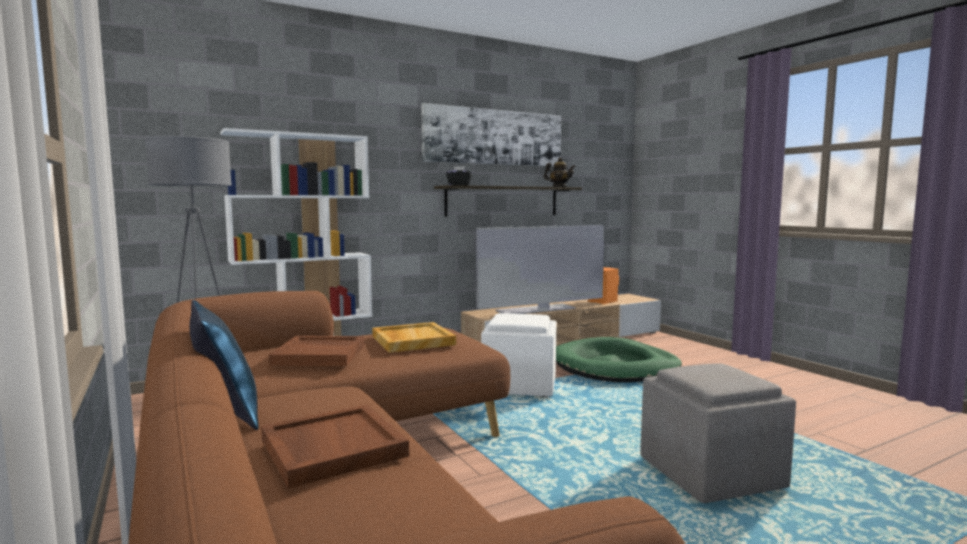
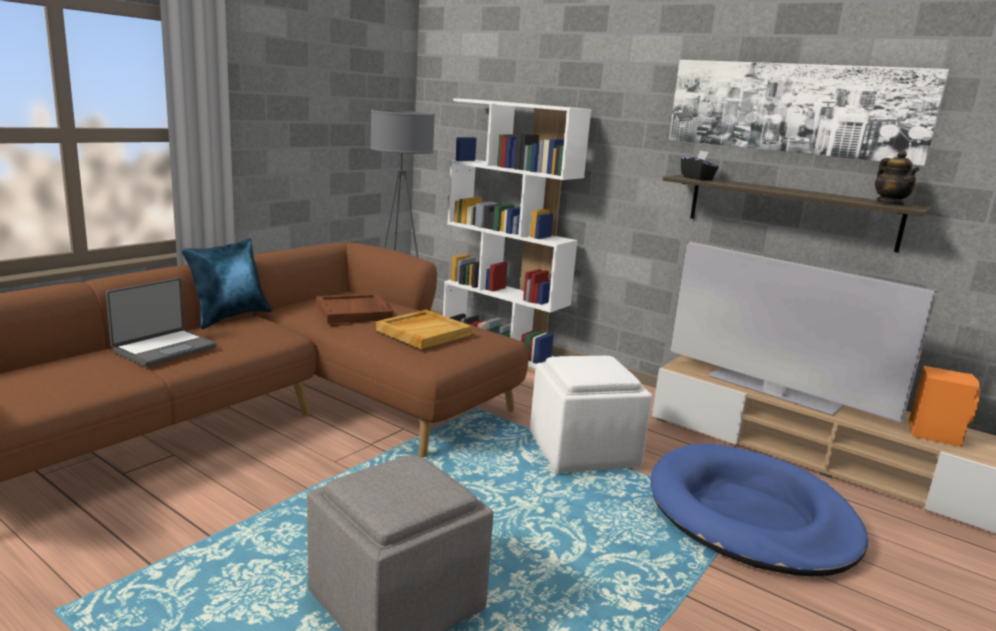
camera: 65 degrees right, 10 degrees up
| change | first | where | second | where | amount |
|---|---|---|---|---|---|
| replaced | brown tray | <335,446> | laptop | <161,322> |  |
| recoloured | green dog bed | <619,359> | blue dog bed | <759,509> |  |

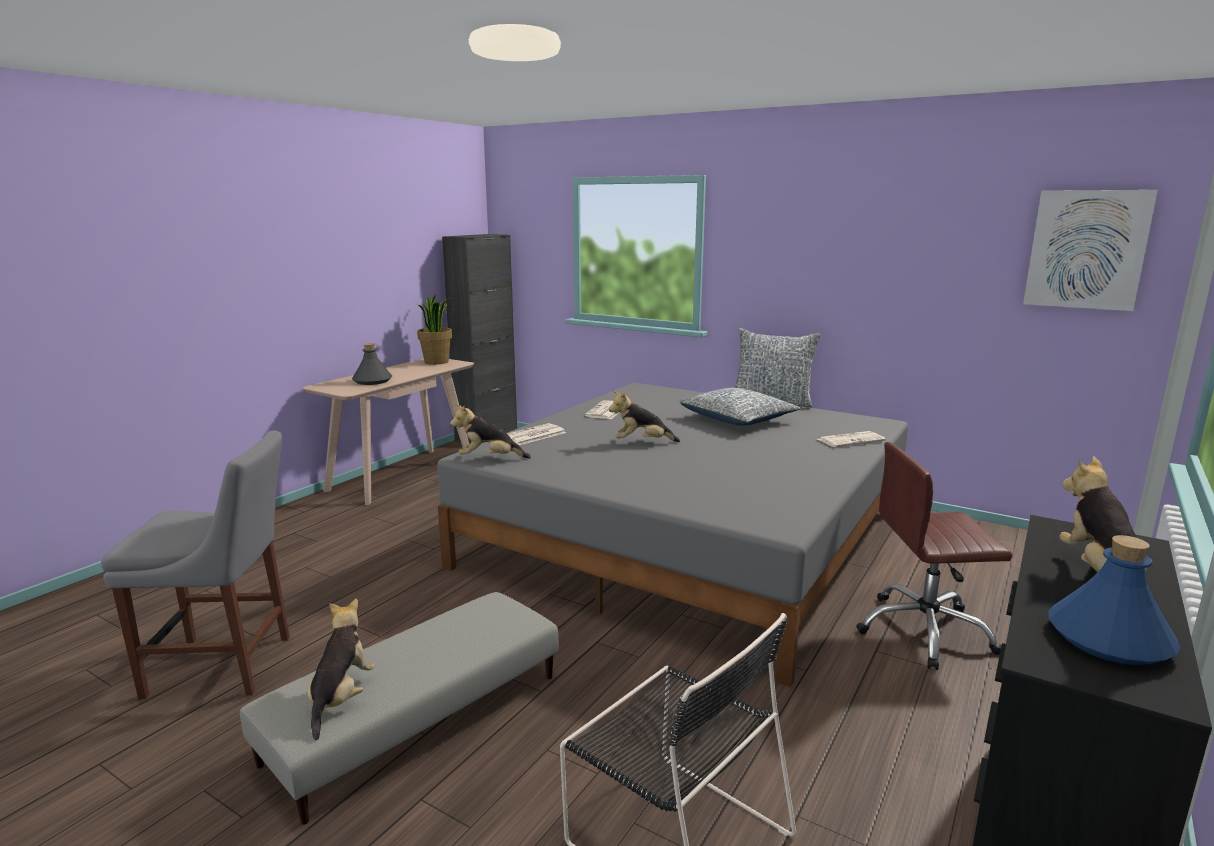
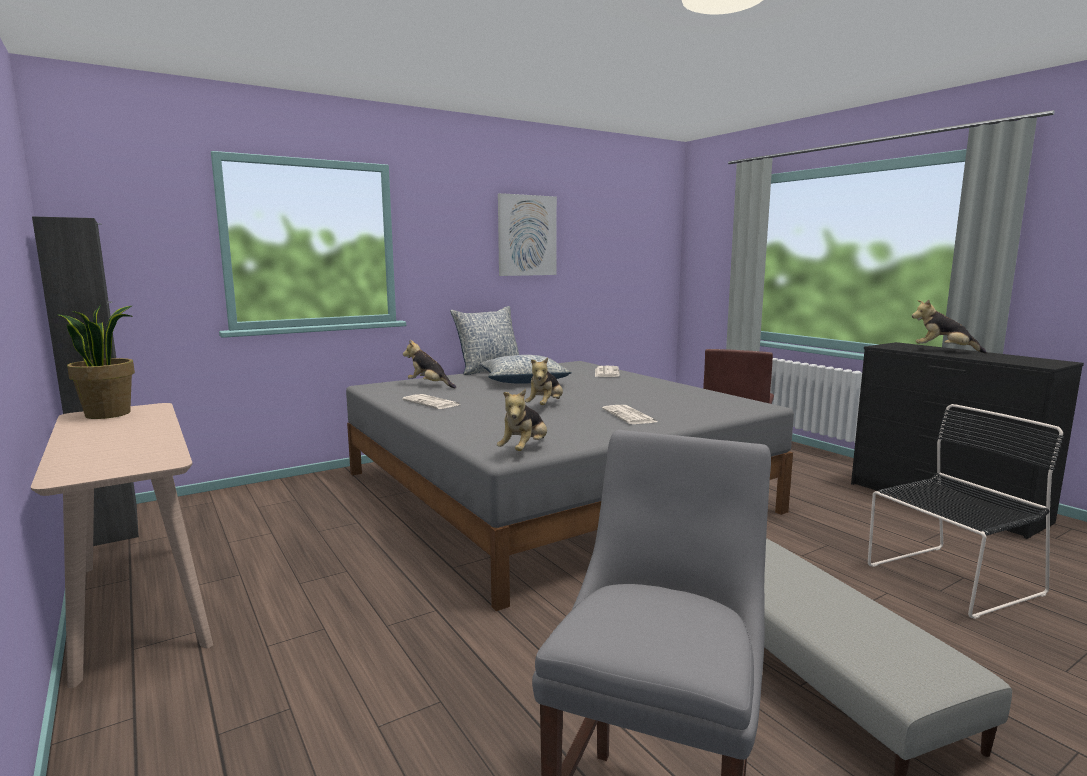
camera: 65 degrees left, 5 degrees down
| change | first | where | second | where | amount |
|---|---|---|---|---|---|
| removed | grey bottle | <372,364> |  |  |  |
| removed | blue bottle | <1114,600> |  |  |  |
| moved | plush toy | <341,669> |  | <429,364> |  |
| moved | newspaper | <536,434> |  | <629,414> |  |
| moved | picture | <1090,250> |  | <527,234> |  |

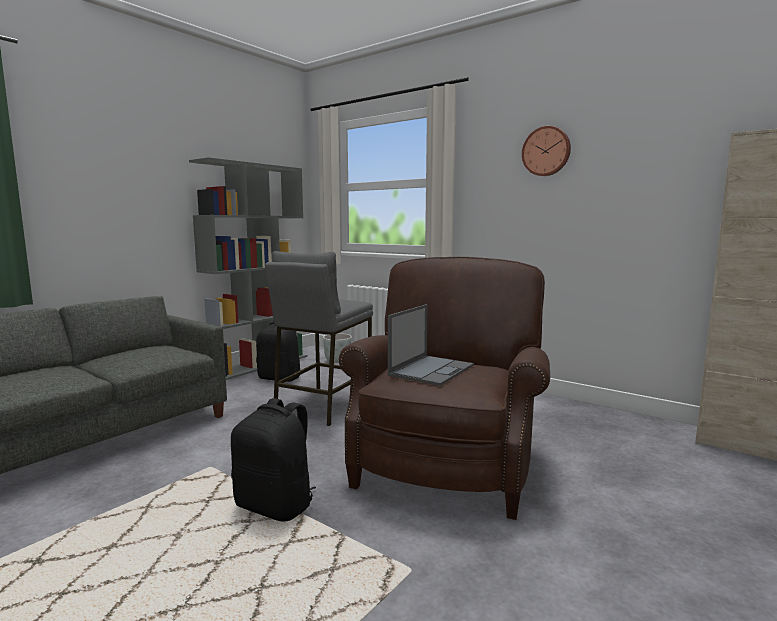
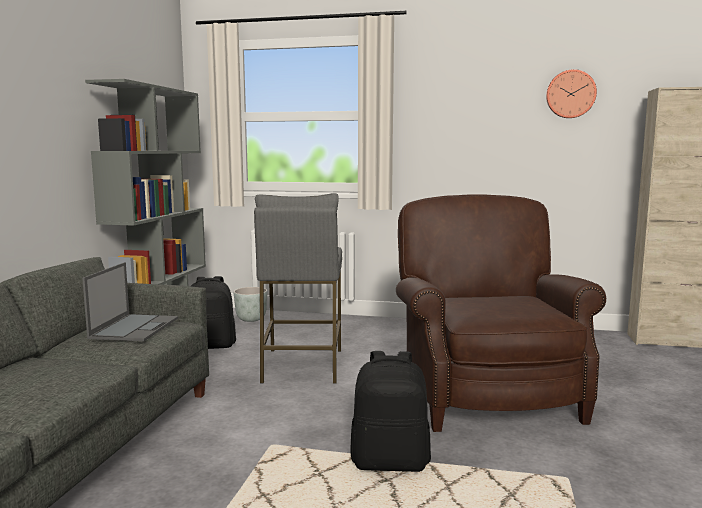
camera: 25 degrees left, 0 degrees up
| change | first | where | second | where | amount |
|---|---|---|---|---|---|
| moved | laptop | <431,345> |  | <130,301> |  |
| moved | wall clock | <546,151> |  | <571,93> |  |

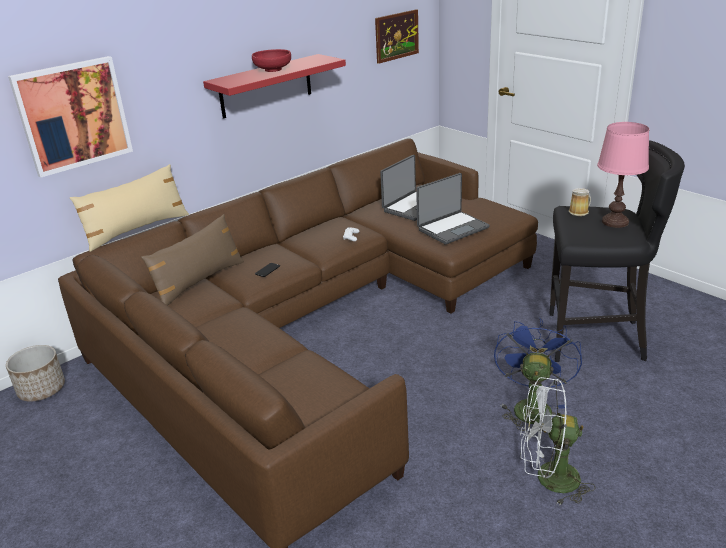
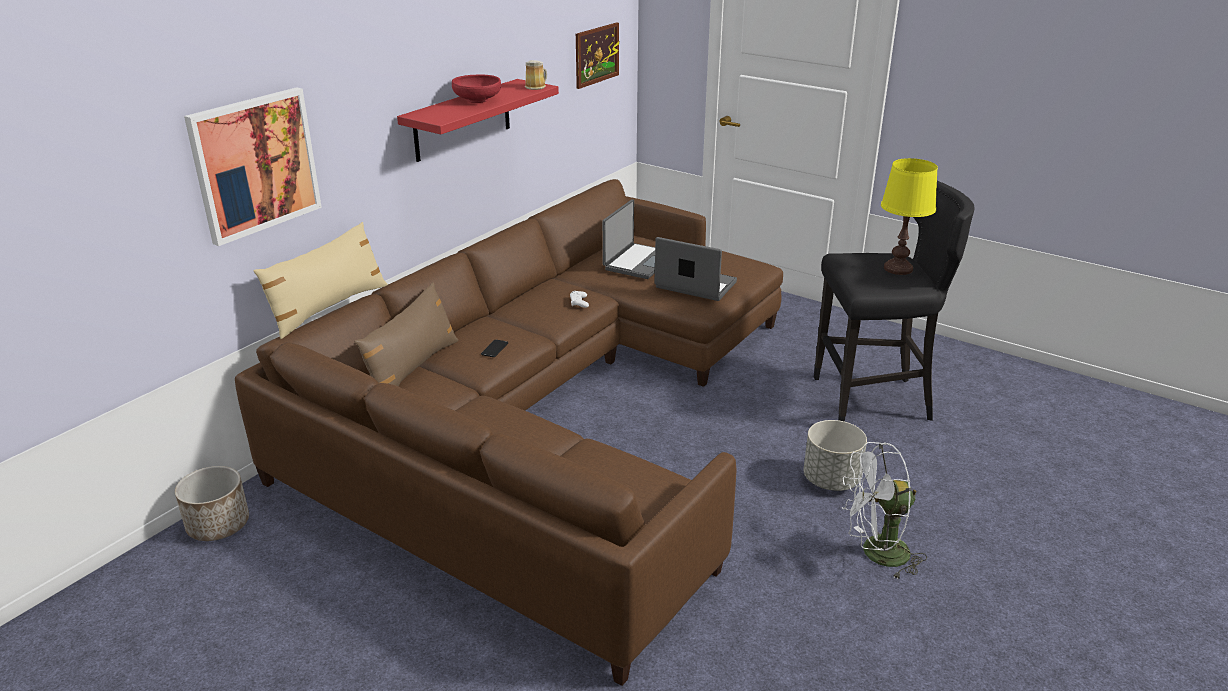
camera: 15 degrees left, 0 degrees up
| change | first | where | second | where | amount |
|---|---|---|---|---|---|
| moved | mug | <580,202> |  | <536,75> |  |
| replaced | blue fan | <538,374> | grey planter | <835,455> |  |
| recoloured | pink table lamp | <623,175> | yellow table lamp | <909,216> |  |
| turned | laptop | <453,209> |  | <695,269> | 105 degrees counterclockwise |

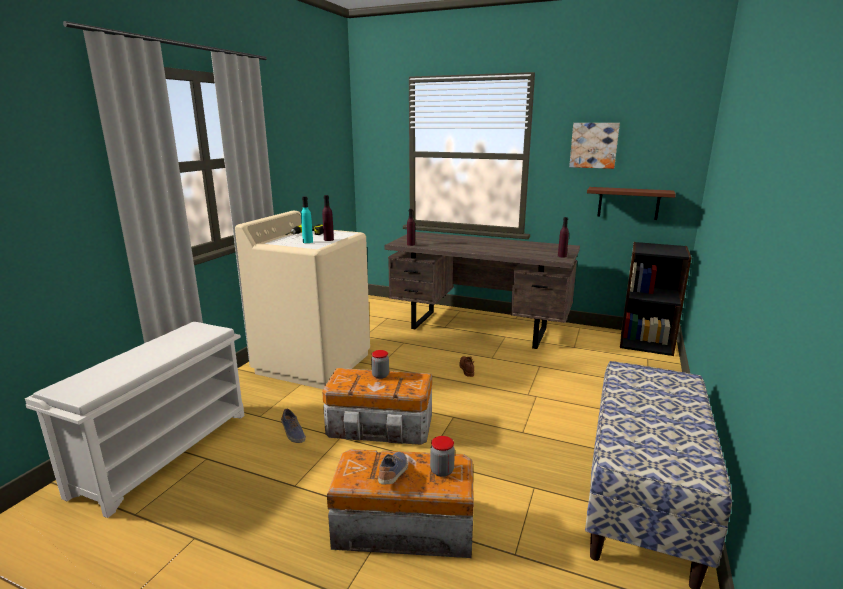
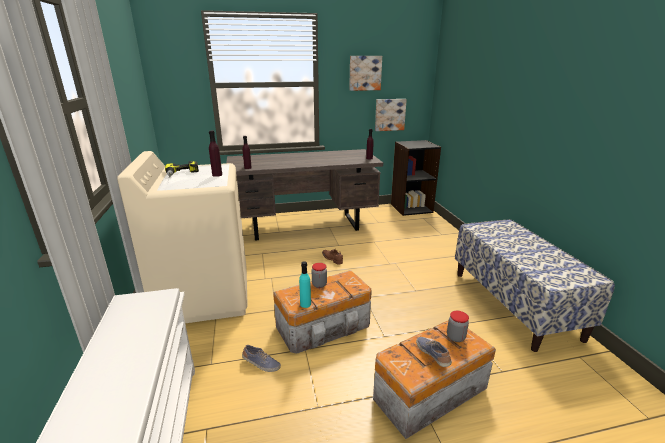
camera: 35 degrees left, 5 degrees up
| change | first | where | second | where | amount |
|---|---|---|---|---|---|
| moved | turquoise bottle | <307,219> |  | <305,284> |  |
| replaced | brown shelf | <631,203> | picture | <391,115> |  |

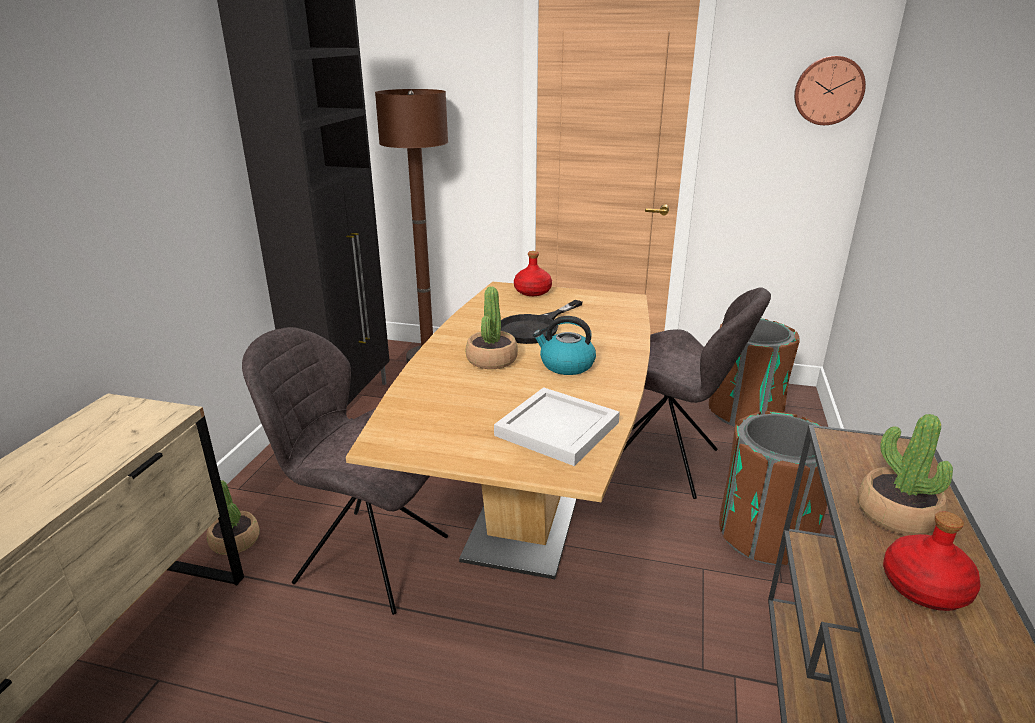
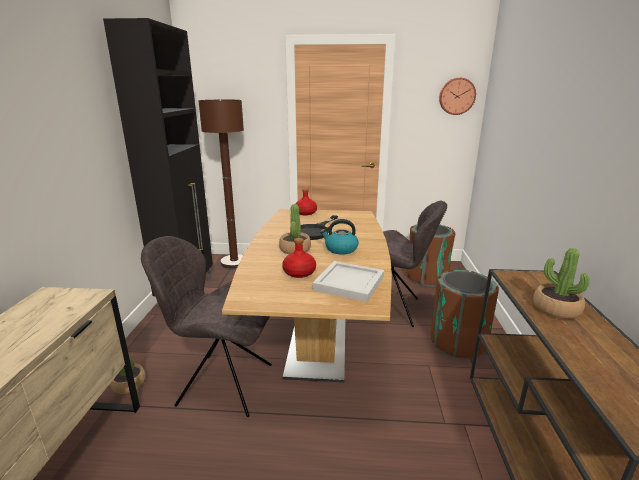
camera: 10 degrees left, 5 degrees down
| change | first | where | second | where | amount |
|---|---|---|---|---|---|
| moved | red bottle | <932,561> |  | <299,258> |  |

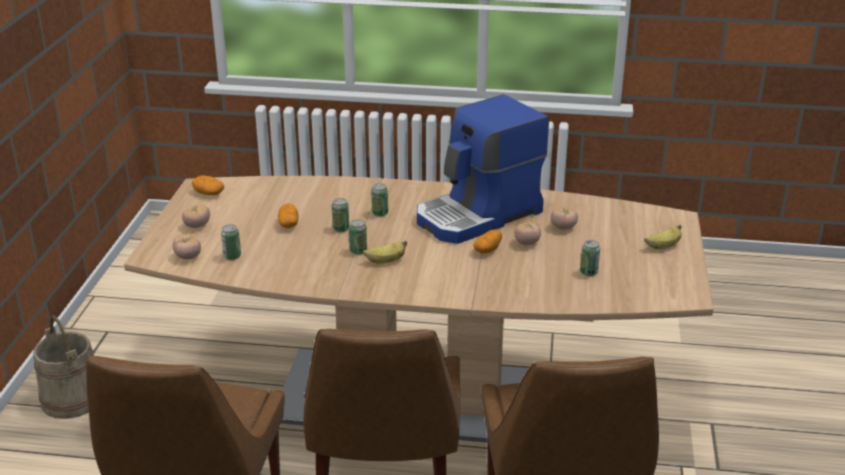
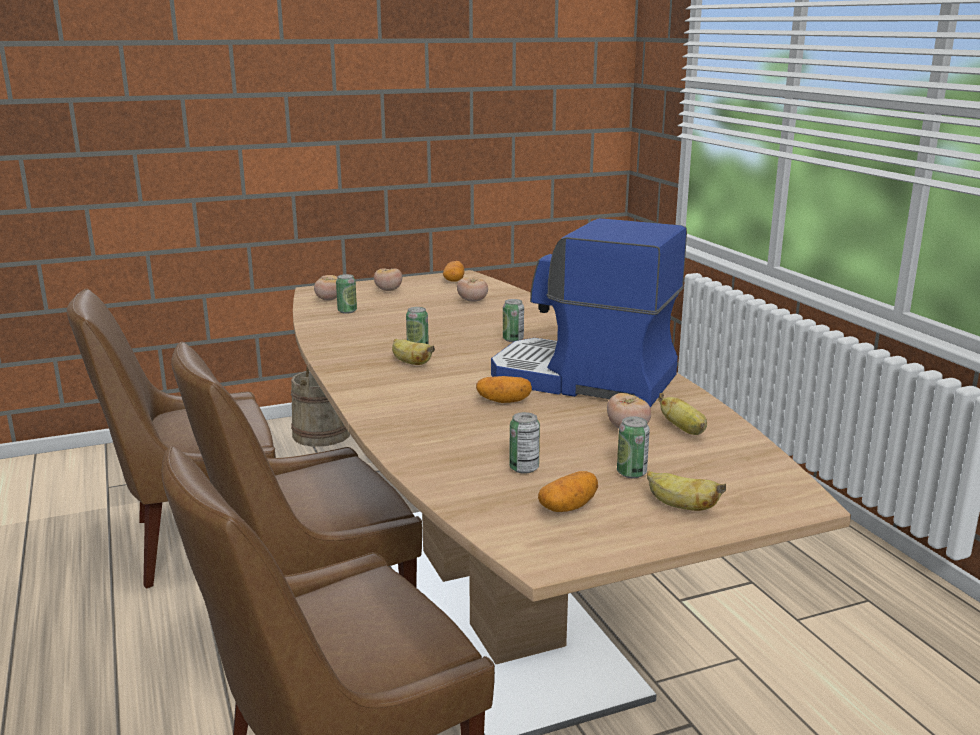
camera: 60 degrees right, 10 degrees down
| change | first | where | second | where | amount |
|---|---|---|---|---|---|
| added |  |  | banana | <682,414> |  |
| moved | potato | <288,216> |  | <568,491> |  |
| moved | can | <340,215> |  | <633,447> |  |
| moved | tomato | <528,233> |  | <472,289> |  |

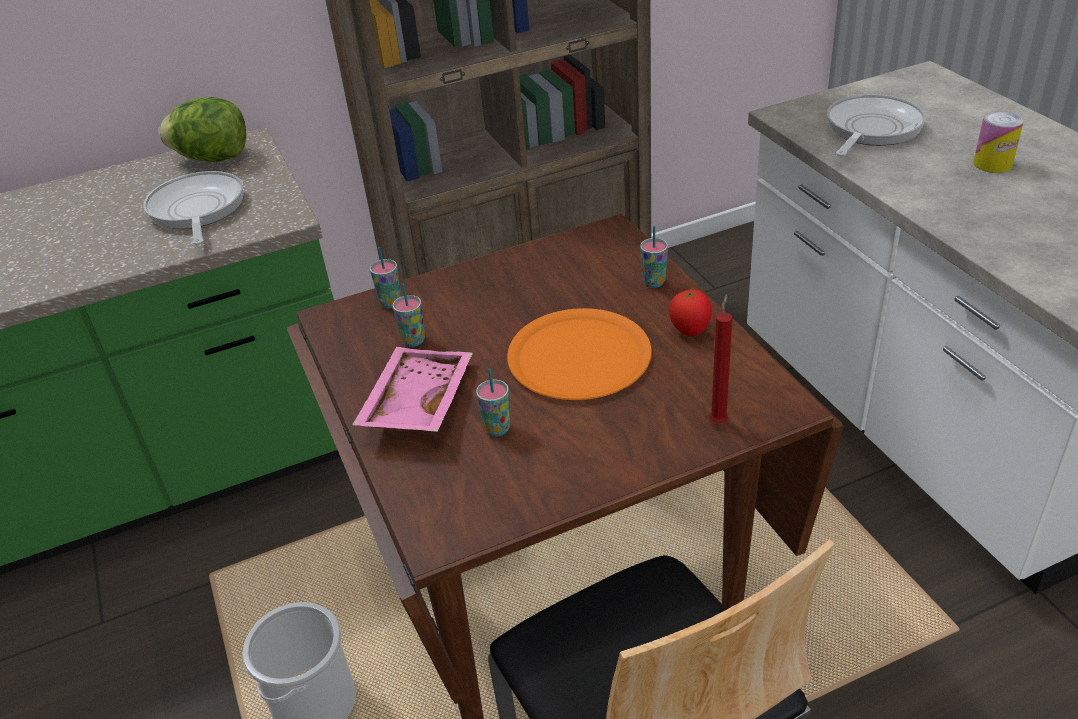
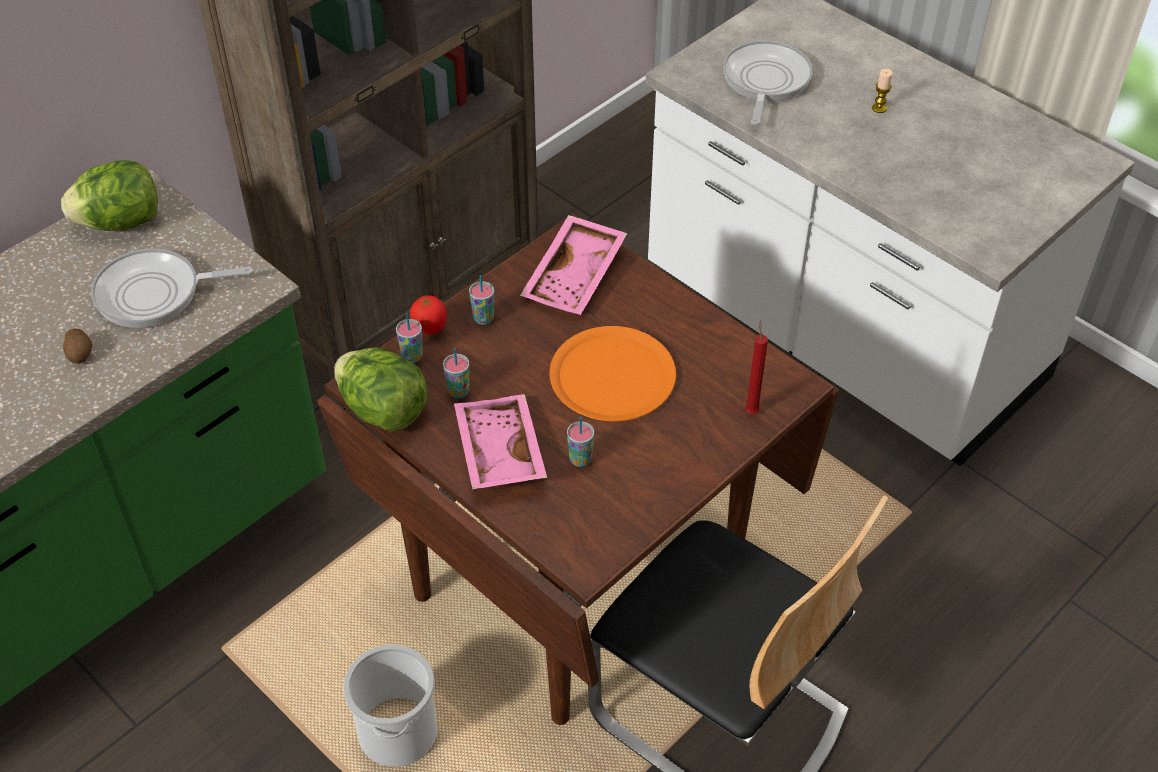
camera: 25 degrees left, 10 degrees up
| change | first | where | second | where | amount |
|---|---|---|---|---|---|
| added |  |  | potato | <77,346> |  |
| added |  |  | lettuce | <380,390> |  |
| added |  |  | pink tray | <573,265> |  |
| moved | cup | <654,257> |  | <481,300> |  |
| moved | tomato | <690,312> |  | <428,315> |  |
| replaced | can | <998,142> | candle | <882,91> |  |
| turned | frying pan | <193,208> |  | <172,288> | 60 degrees counterclockwise |

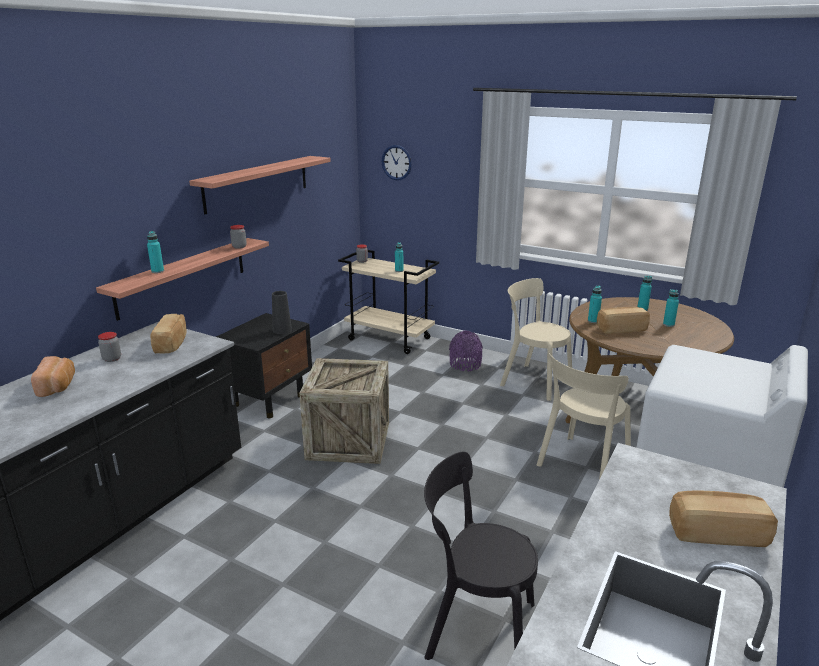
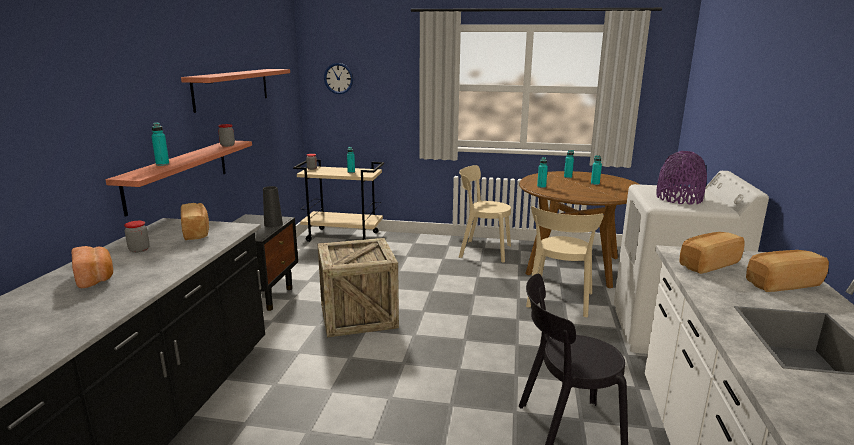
camera: 20 degrees left, 5 degrees down
| change | first | where | second | where | amount |
|---|---|---|---|---|---|
| moved | purple vase | <466,351> |  | <681,177> |  |
| moved | bread | <623,320> |  | <712,253> |  |

